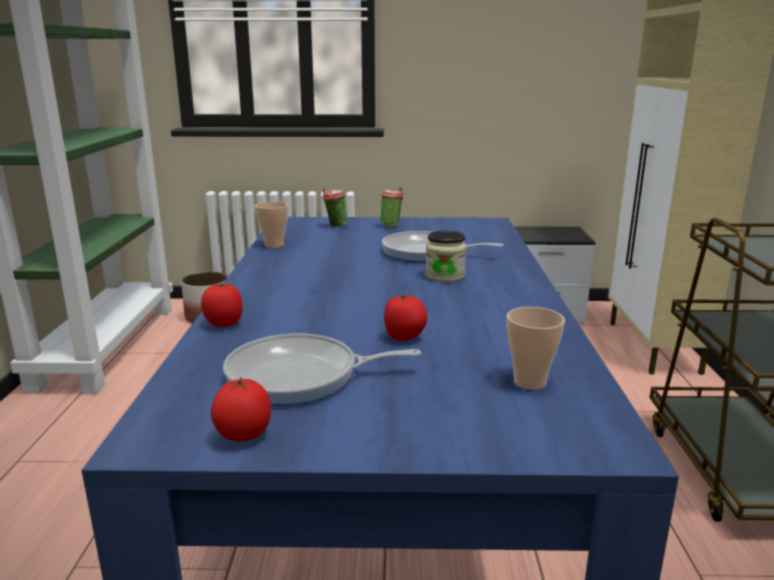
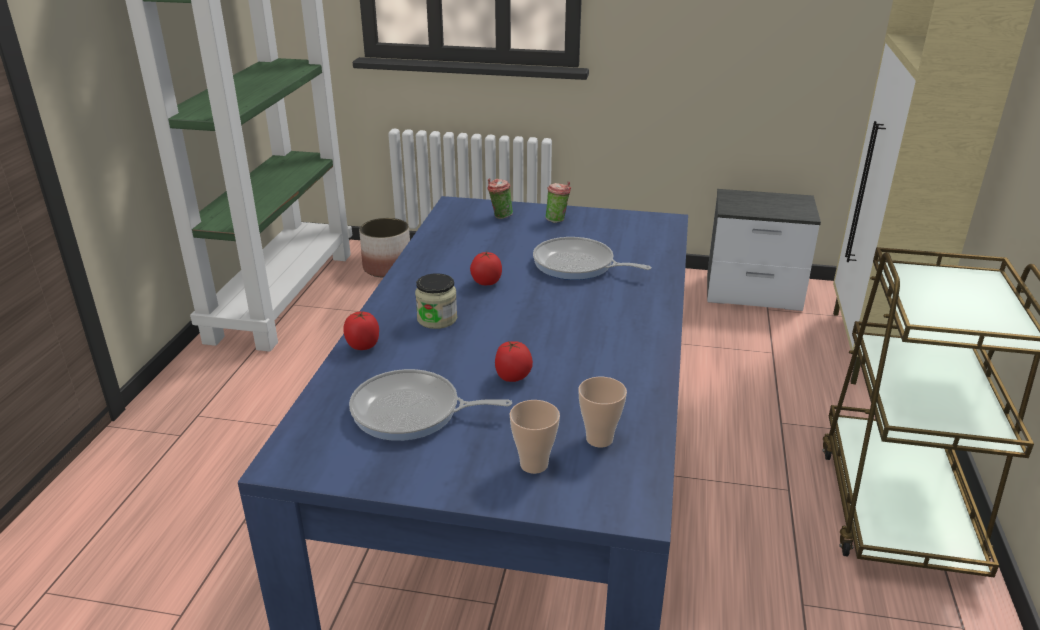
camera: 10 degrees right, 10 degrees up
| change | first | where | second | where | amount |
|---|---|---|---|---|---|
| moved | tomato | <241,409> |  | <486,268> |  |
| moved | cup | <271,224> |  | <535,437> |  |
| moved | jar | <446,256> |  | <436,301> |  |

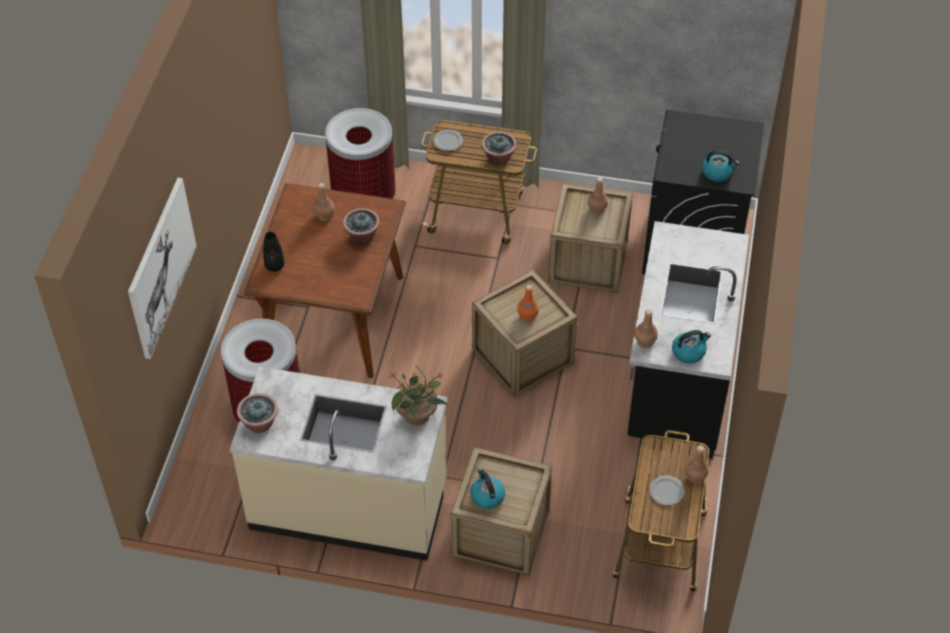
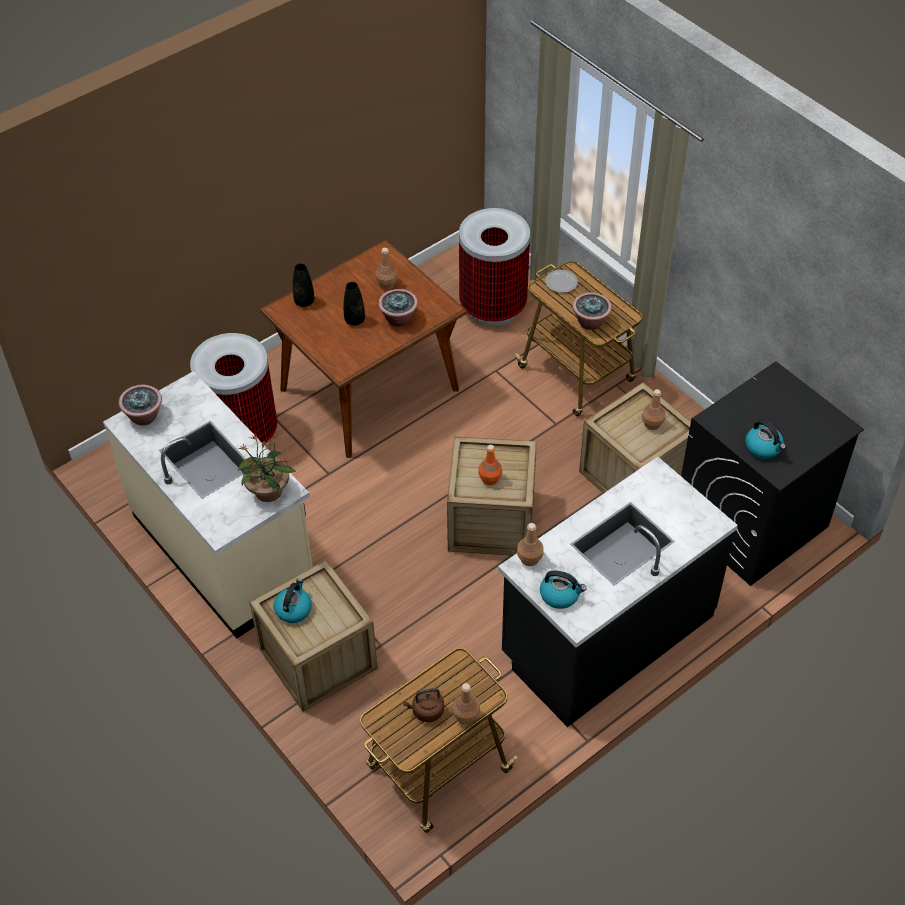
camera: 40 degrees right, 0 degrees up
| change | first | where | second | where | amount |
|---|---|---|---|---|---|
| removed | picture | <162,268> |  |  |  |
| added |  |  | black vase | <354,304> |  |
| replaced | plate | <667,490> | brown kettle | <423,705> |  |

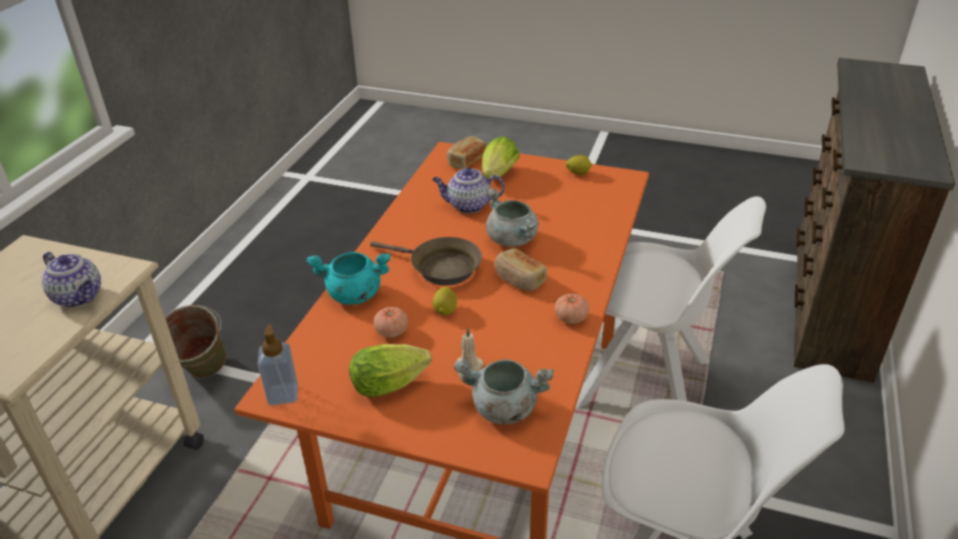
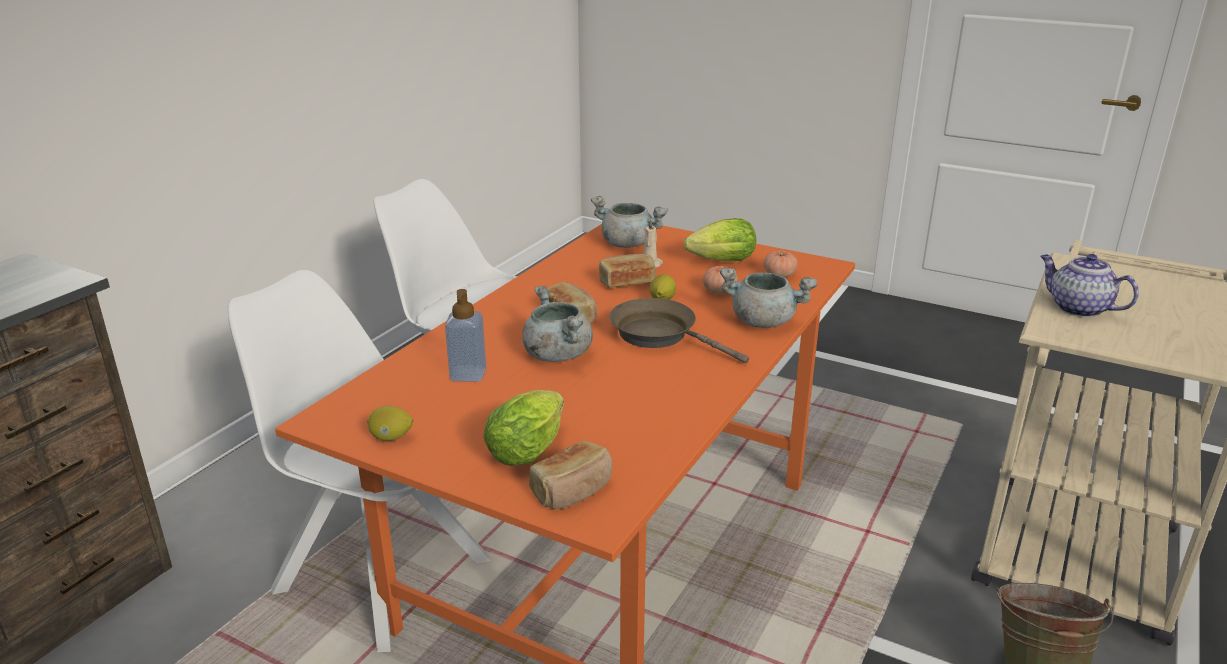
camera: 170 degrees left, 10 degrees down
| change | first | where | second | where | amount |
|---|---|---|---|---|---|
| removed | teapot | <468,190> |  |  |  |
| added |  |  | bread | <627,270> |  |
| moved | soap dispenser | <278,364> |  | <465,335> |  |
| moved | tomato | <572,309> |  | <780,263> |  |
| recoloured | turquoise cooking pot | <348,278> | grey cooking pot | <768,297> |  |

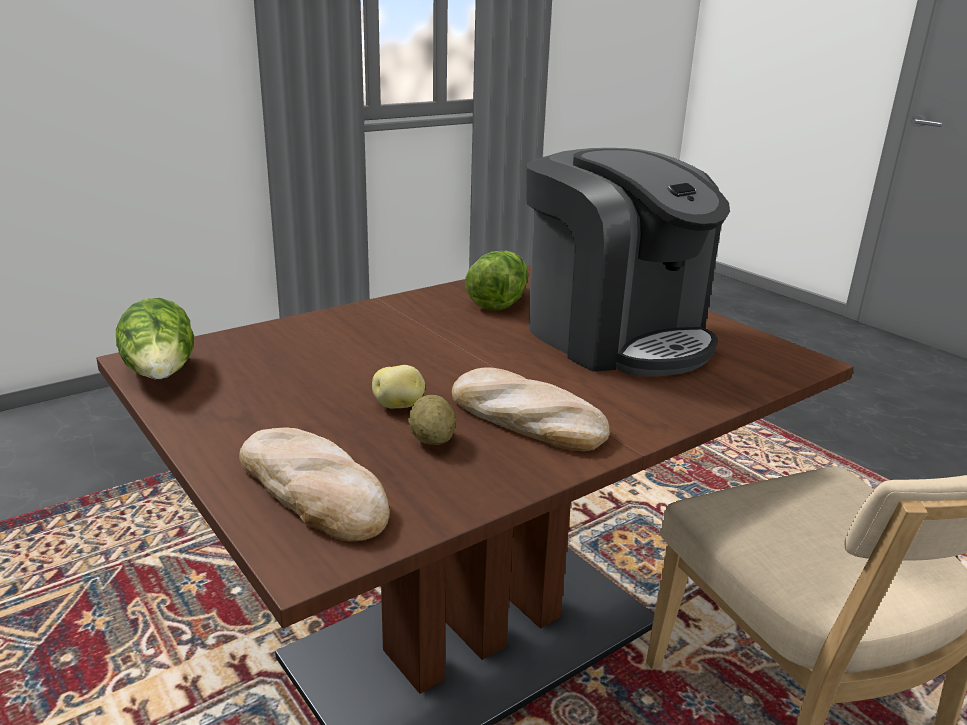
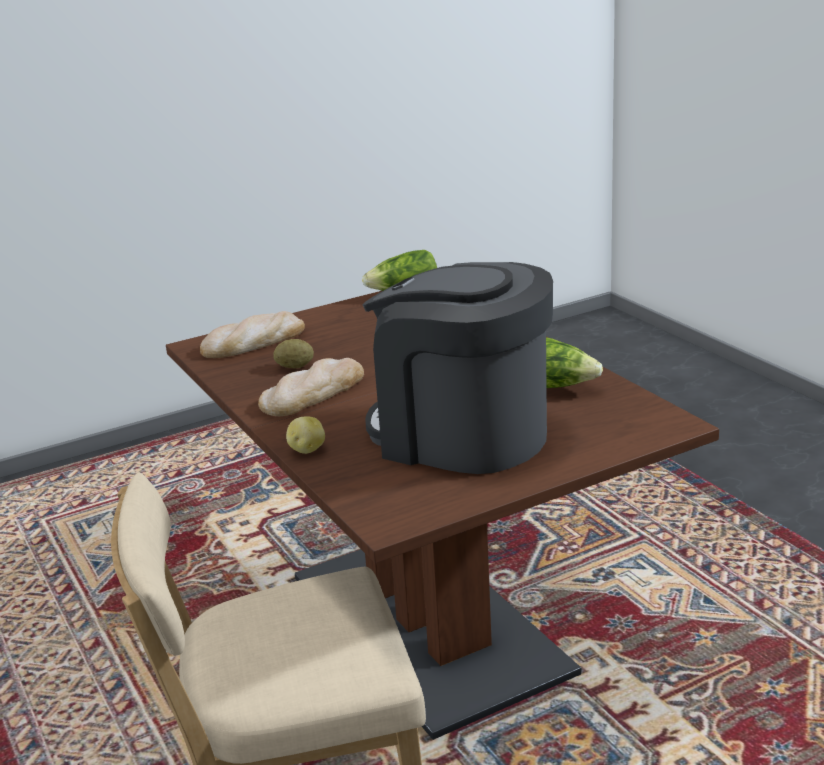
camera: 100 degrees right, 0 degrees up
| change | first | where | second | where | amount |
|---|---|---|---|---|---|
| moved | potato | <398,387> |  | <305,435> |  |
| turned | coffee machine | <628,262> |  | <457,368> | 60 degrees clockwise |

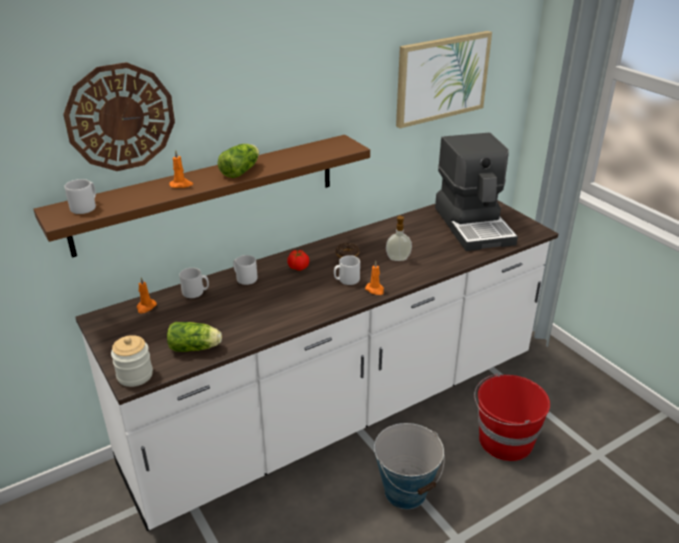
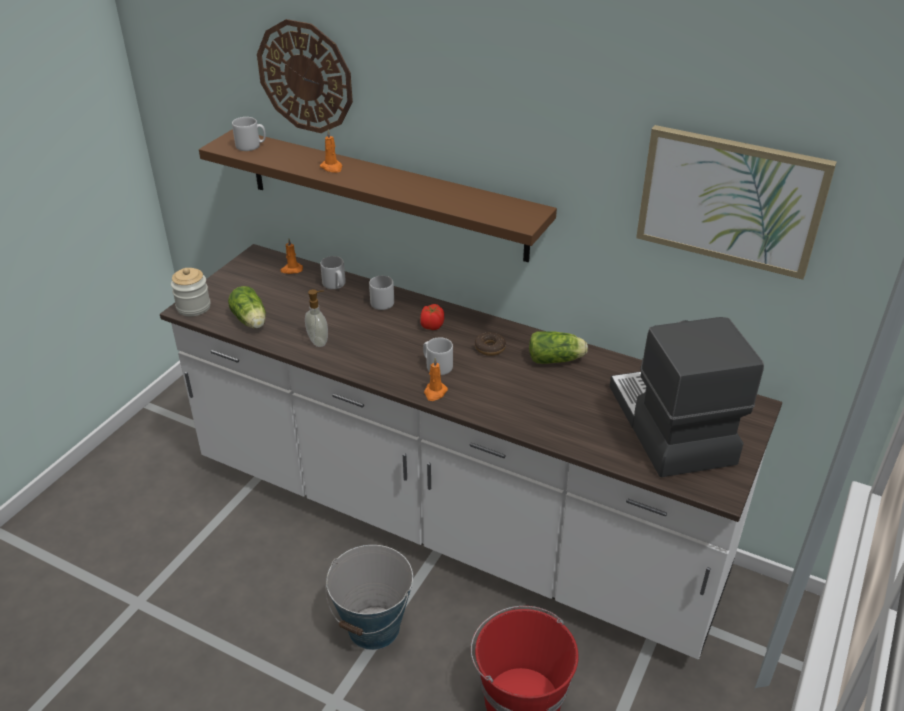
camera: 60 degrees right, 5 degrees up
| change | first | where | second | where | amount |
|---|---|---|---|---|---|
| moved | lettuce | <238,161> |  | <558,347> |  |
| moved | soap dispenser | <399,238> |  | <316,318> |  |
| turned | coffee machine | <476,192> |  | <687,397> | 120 degrees clockwise |

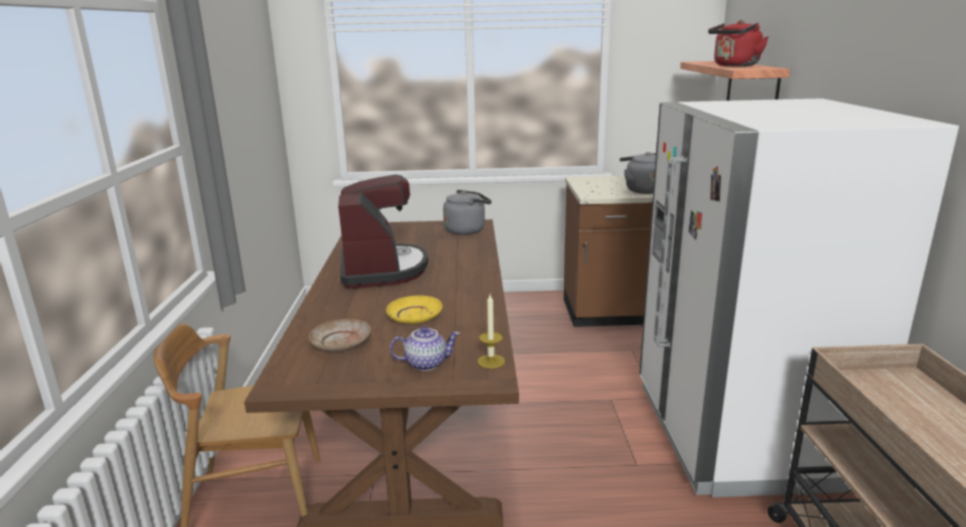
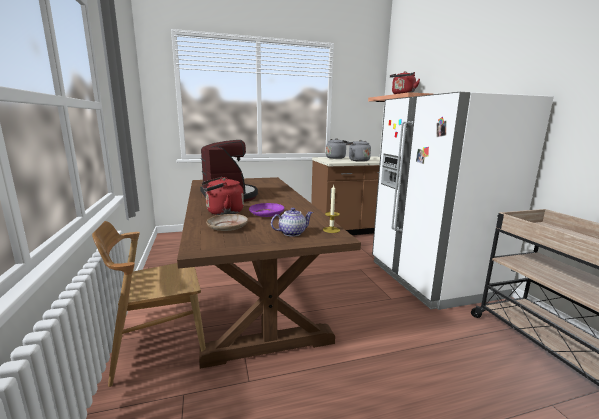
camera: 15 degrees left, 5 degrees down
| change | first | where | second | where | amount |
|---|---|---|---|---|---|
| added |  |  | red kettle | <223,196> |  |
| moved | grey kettle | <467,212> |  | <337,148> |  |
| recoloured | yellow plate | <414,309> | purple plate | <266,210> |  |

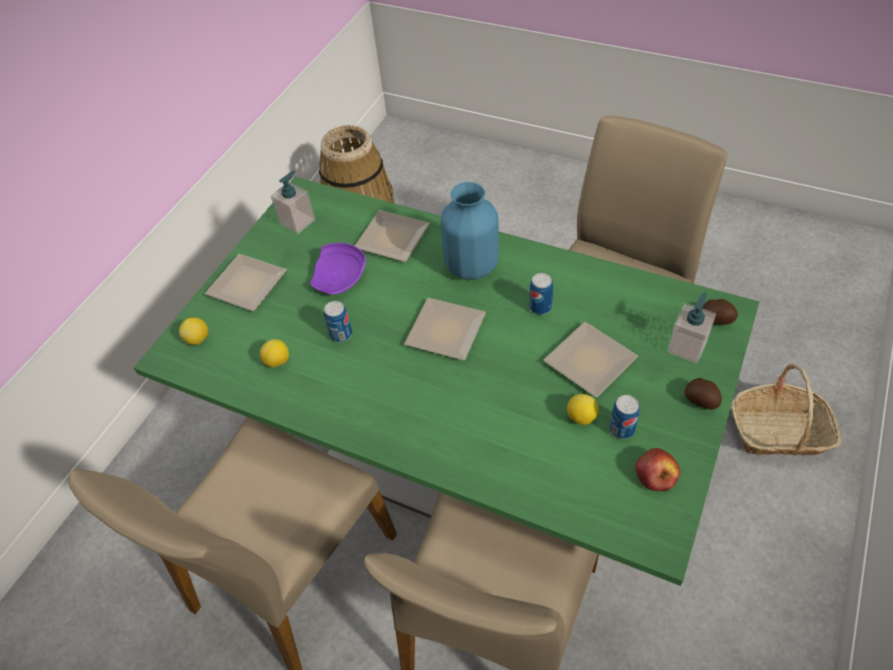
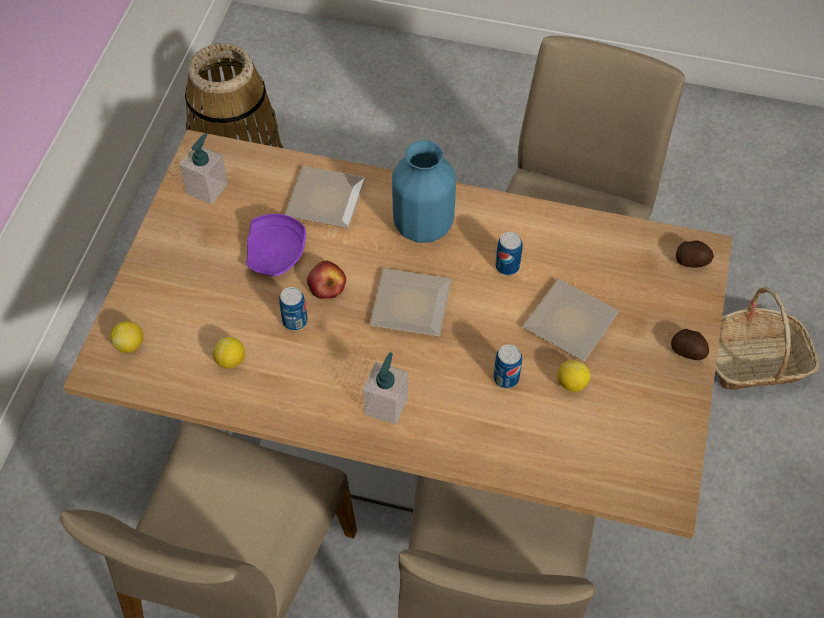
camera: 15 degrees left, 5 degrees up
| change | first | where | second | where | amount |
|---|---|---|---|---|---|
| removed | plate | <246,282> |  |  |  |
| moved | can | <624,417> |  | <507,366> |  |
| moved | apple | <657,470> |  | <326,280> |  |
| moved | soap dispenser | <691,328> |  | <385,388> |  |
| recoloured | green dining table | <446,381> | brown dining table | <397,334> |  |

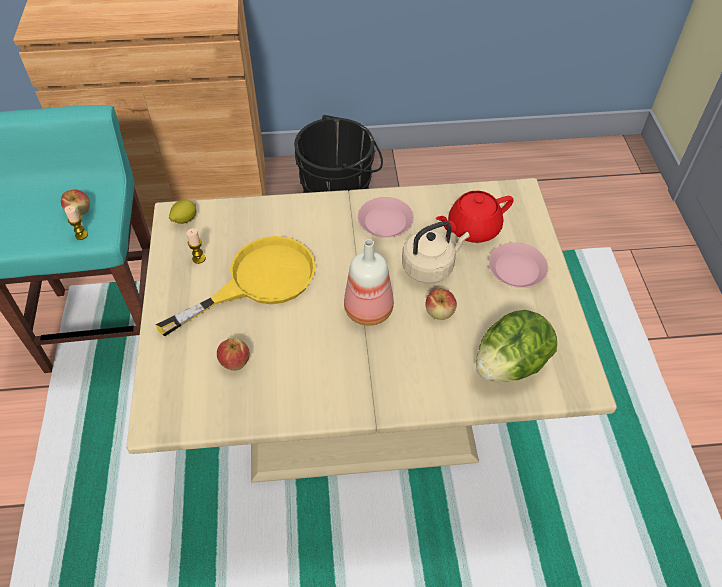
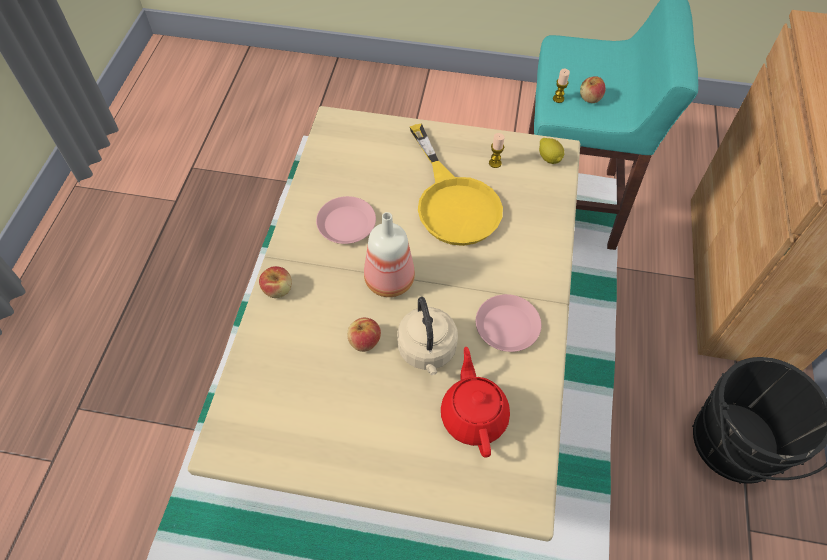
camera: 105 degrees right, 5 degrees up
| change | first | where | second | where | amount |
|---|---|---|---|---|---|
| removed | lettuce | <516,346> |  |  |  |
| moved | apple | <233,354> |  | <275,282> |  |
| moved | pink plate | <518,265> |  | <346,220> |  |

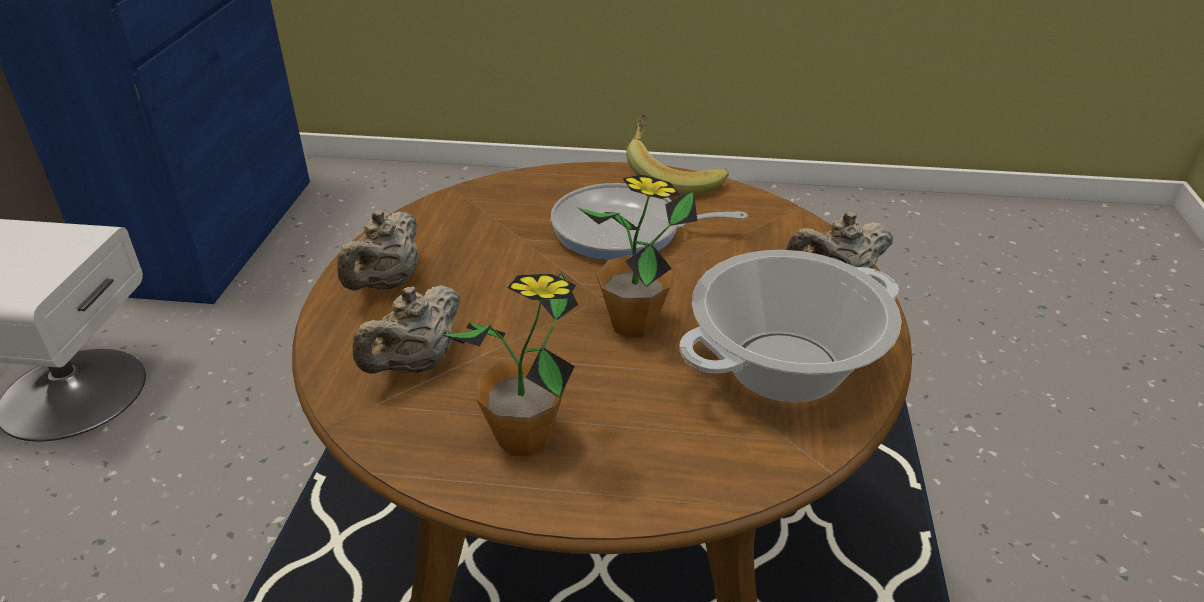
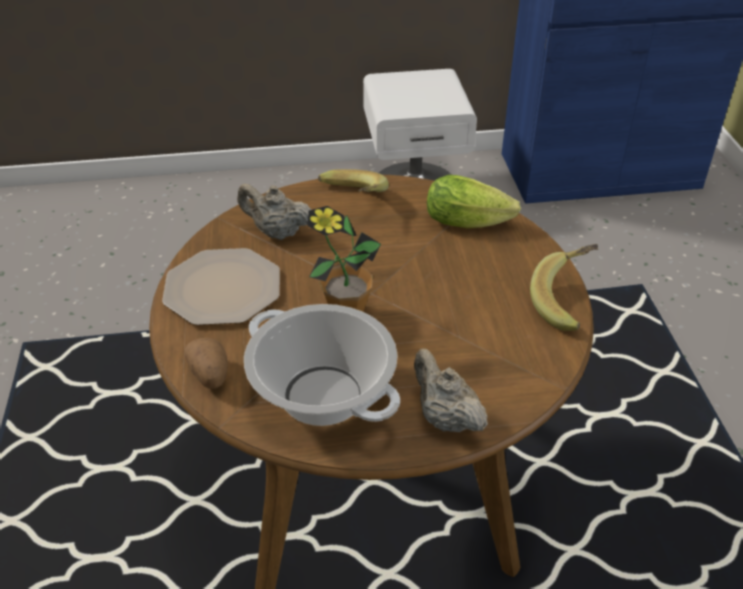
camera: 75 degrees right, 5 degrees up
| change | first | where | second | where | amount |
|---|---|---|---|---|---|
| removed | frying pan | <649,221> |  |  |  |
| added |  |  | potato | <206,363> |  |
| added |  |  | lettuce | <474,201> |  |
| replaced | beige teapot | <377,250> | banana | <353,180> |  |
| replaced | potted plant | <510,365> | plate | <221,286> |  |

